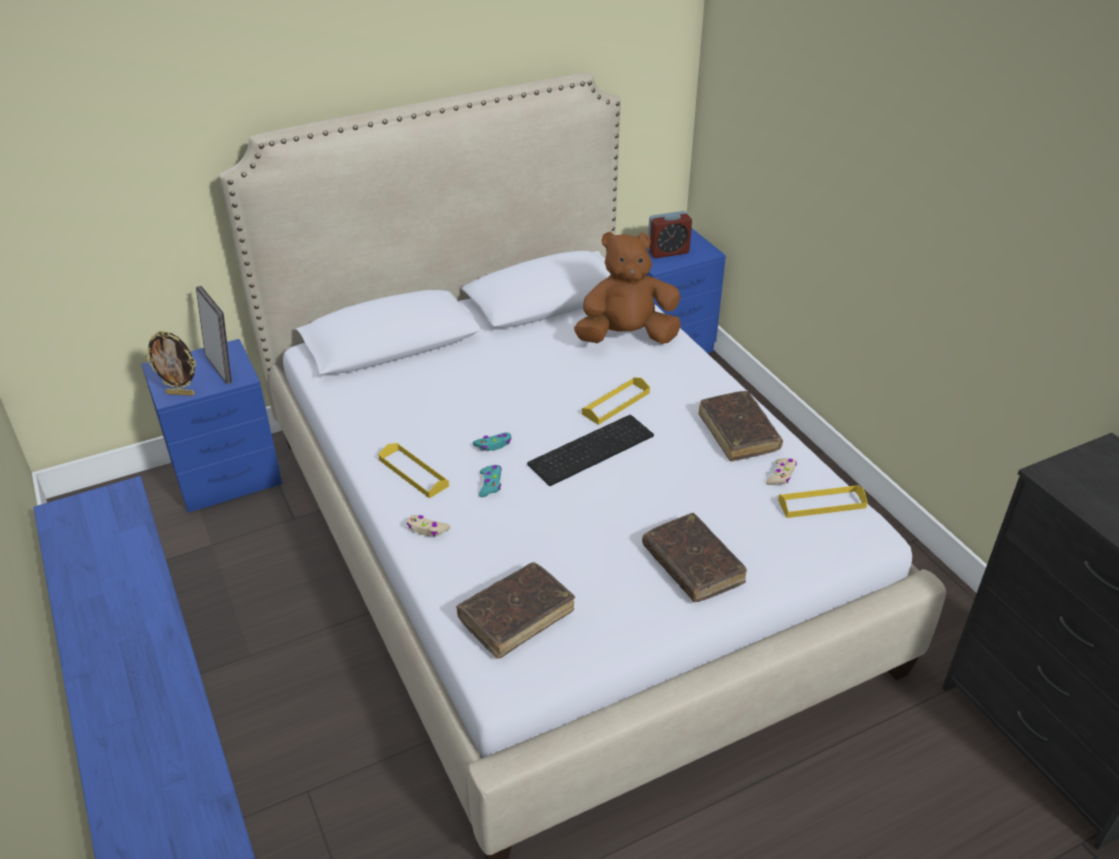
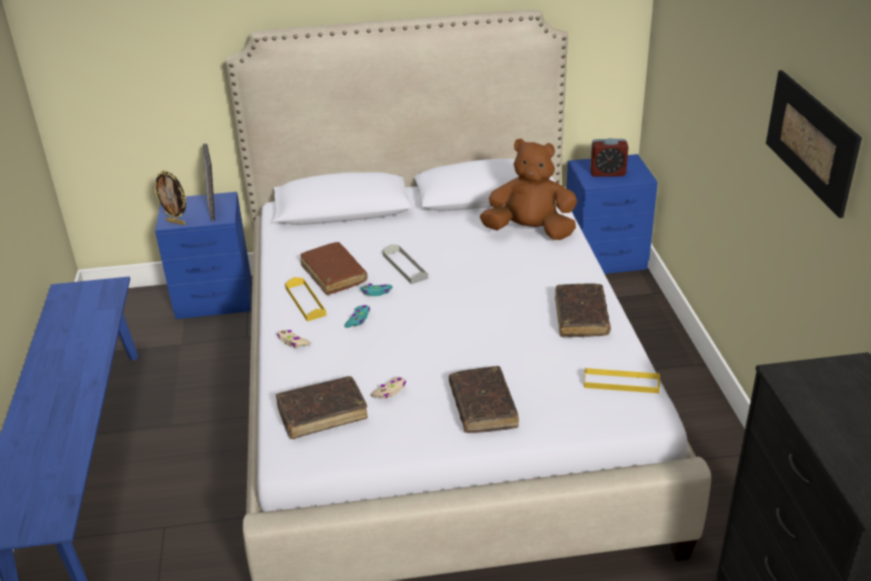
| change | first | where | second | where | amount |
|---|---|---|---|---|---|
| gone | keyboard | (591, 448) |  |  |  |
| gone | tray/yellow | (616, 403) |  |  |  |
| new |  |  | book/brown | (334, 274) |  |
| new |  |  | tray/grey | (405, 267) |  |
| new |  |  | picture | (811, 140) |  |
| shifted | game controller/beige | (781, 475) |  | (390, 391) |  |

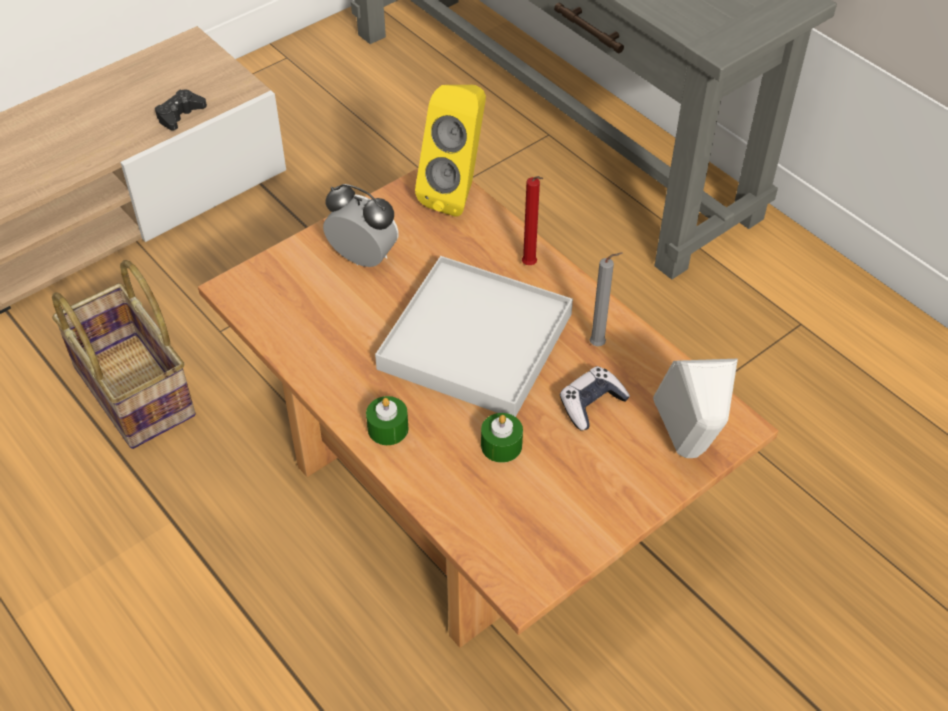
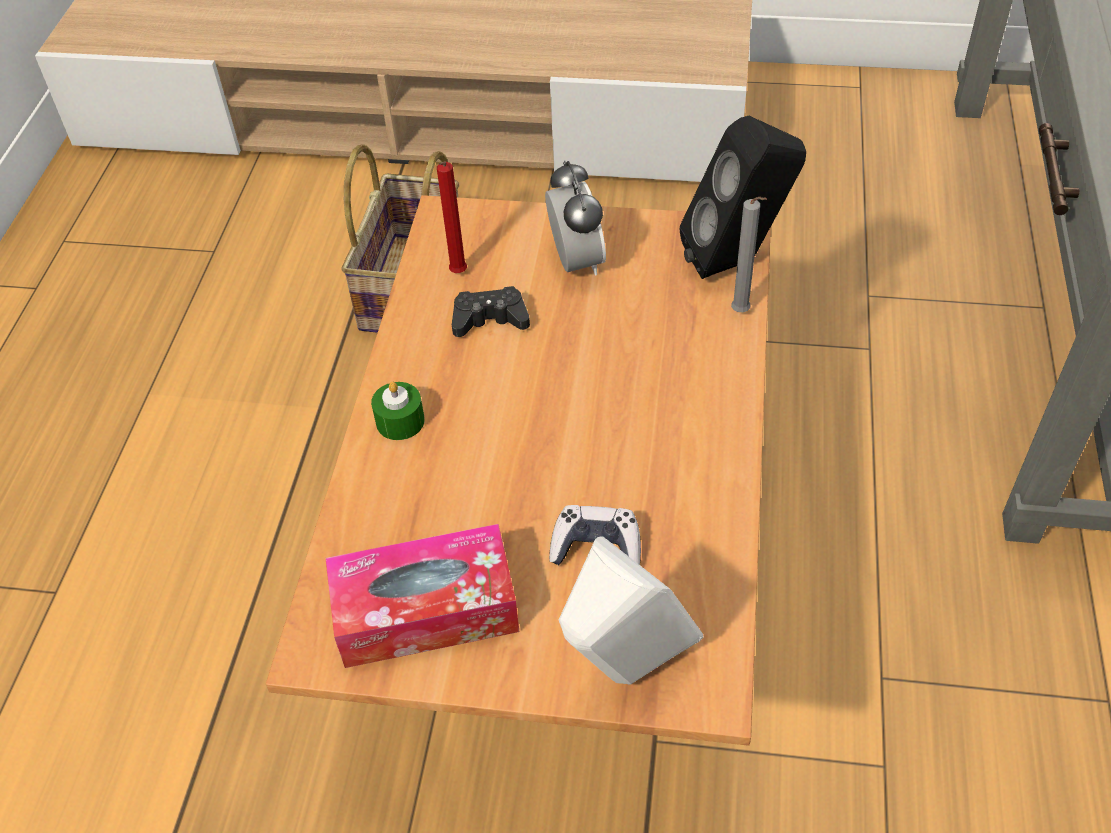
| change | first | where | second | where | amount |
|---|---|---|---|---|---|
| gone | tray/white | (476, 342) |  |  |  |
| gone | candle/green | (501, 445) |  |  |  |
| new |  |  | tissue box | (426, 610) |  |
| shifted | game controller/black | (180, 115) |  | (490, 319) |  |
| shifted | candle/red | (530, 266) |  | (457, 275) |  |
| shifted | candle/grey | (600, 345) |  | (742, 313) |  |
| repainted | speaker/yellow | (457, 193) | speaker/black | (737, 261) |  |

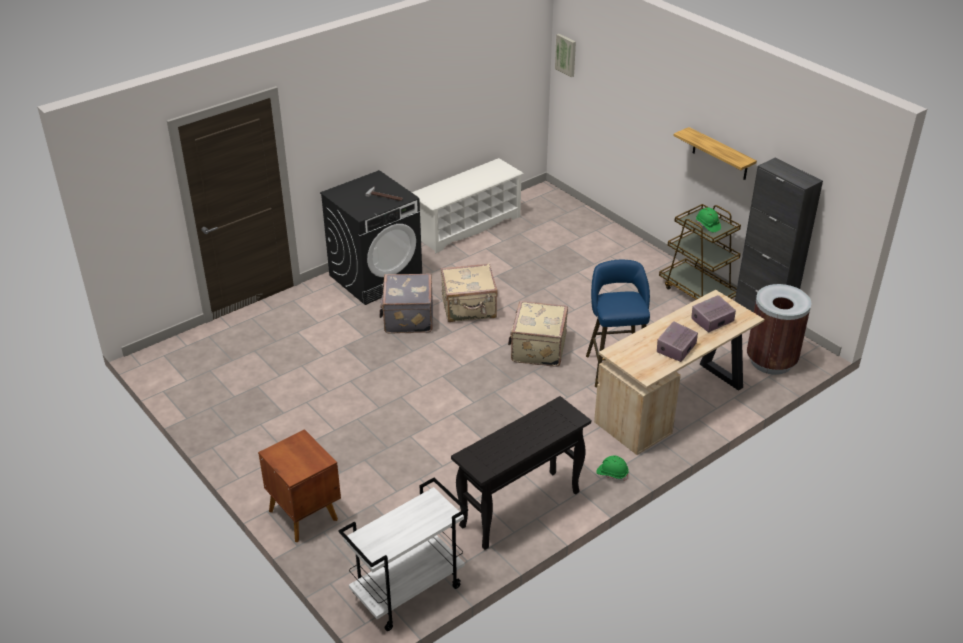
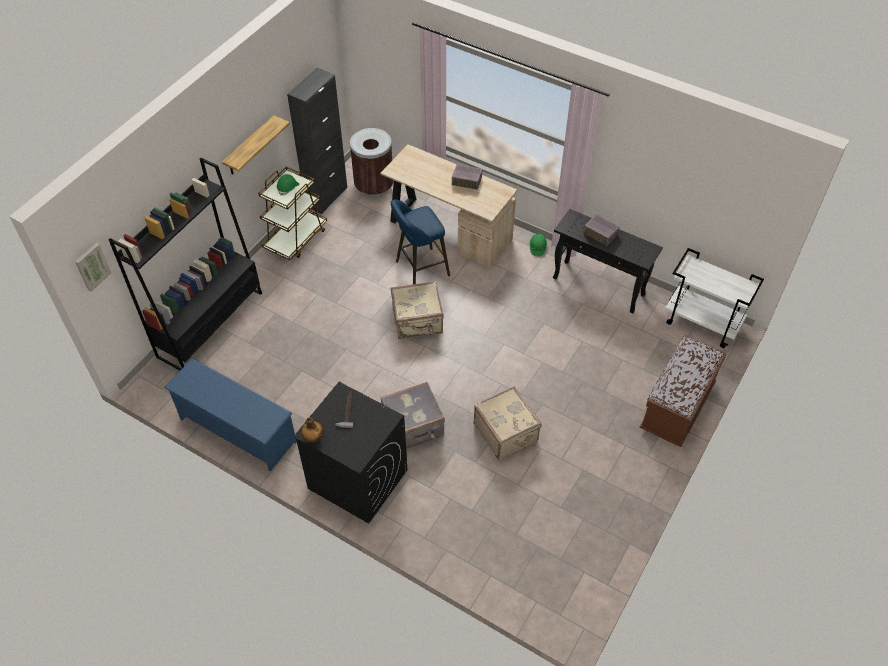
| change | first | where | second | where | amount |
|---|---|---|---|---|---|
| new |  |  | bookcase/black | (211, 324) |  |
| new |  |  | bottle | (314, 438) |  |
| shifted | suitcase/beige | (469, 308) |  | (506, 432) |  |
| shifted | radio | (712, 320) |  | (600, 235) |  |
| swapped | nightstand/brown | (303, 514) | bench/brown | (677, 407) |  |
| repainted | shoe rack/white | (467, 226) | shoe rack/blue | (237, 430) |  |

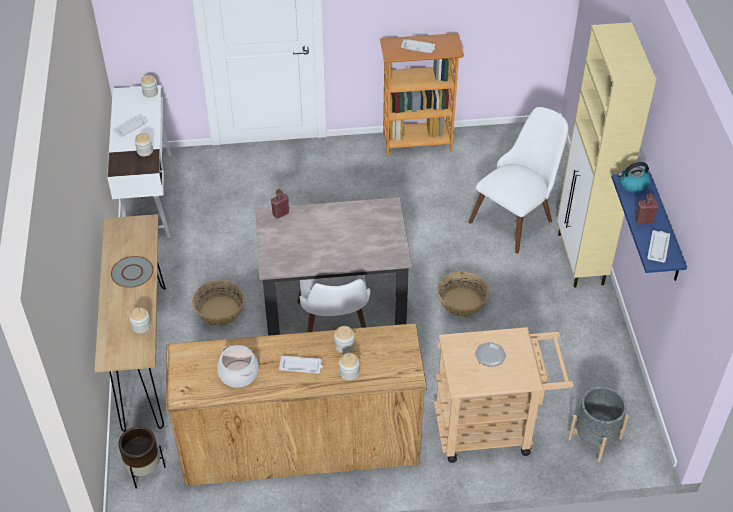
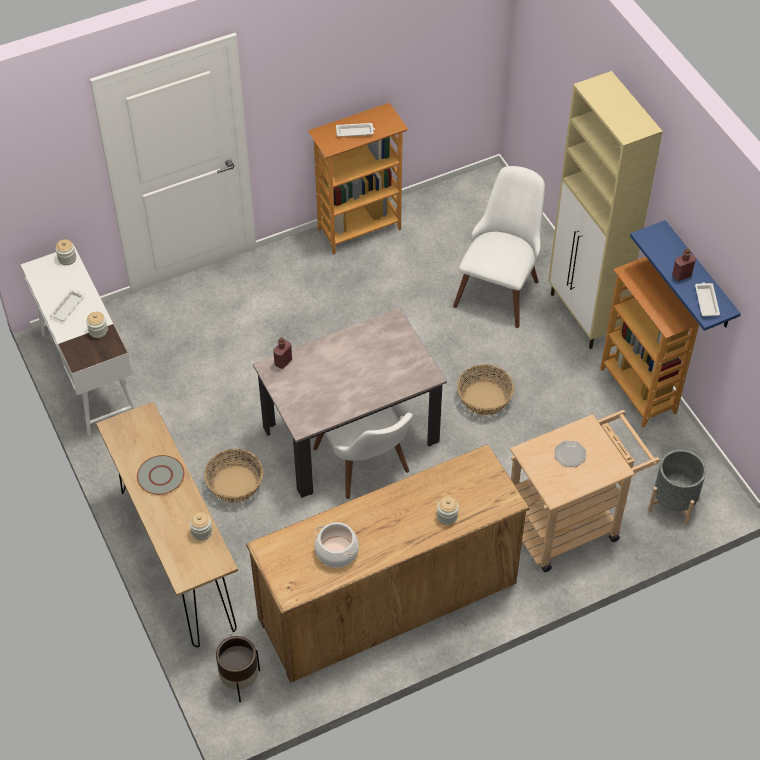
| change | first | where | second | where | amount |
|---|---|---|---|---|---|
| gone | tray/white | (301, 366) |  |  |  |
| gone | jar | (344, 345) |  |  |  |
| gone | kettle | (632, 184) |  |  |  |
| new |  |  | bookcase | (639, 390) |  |

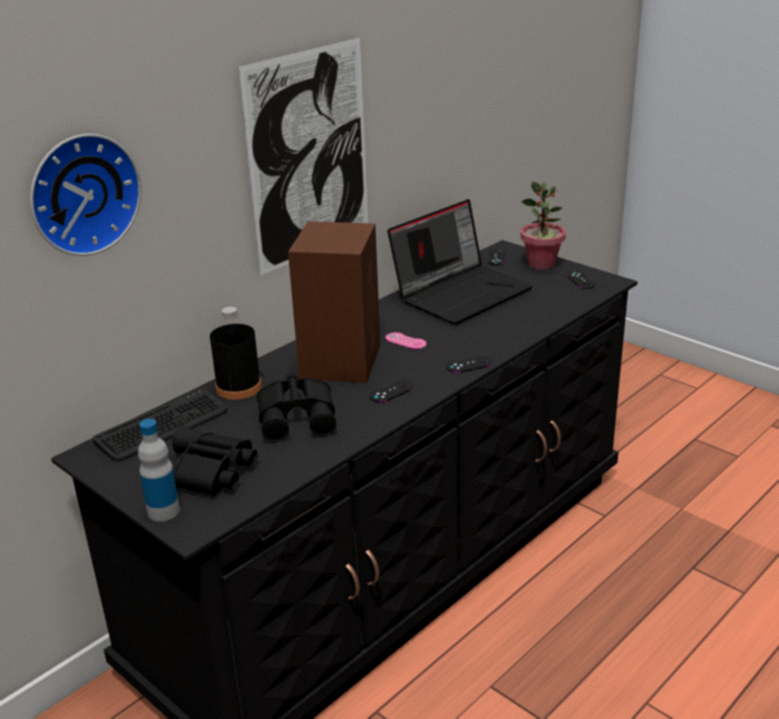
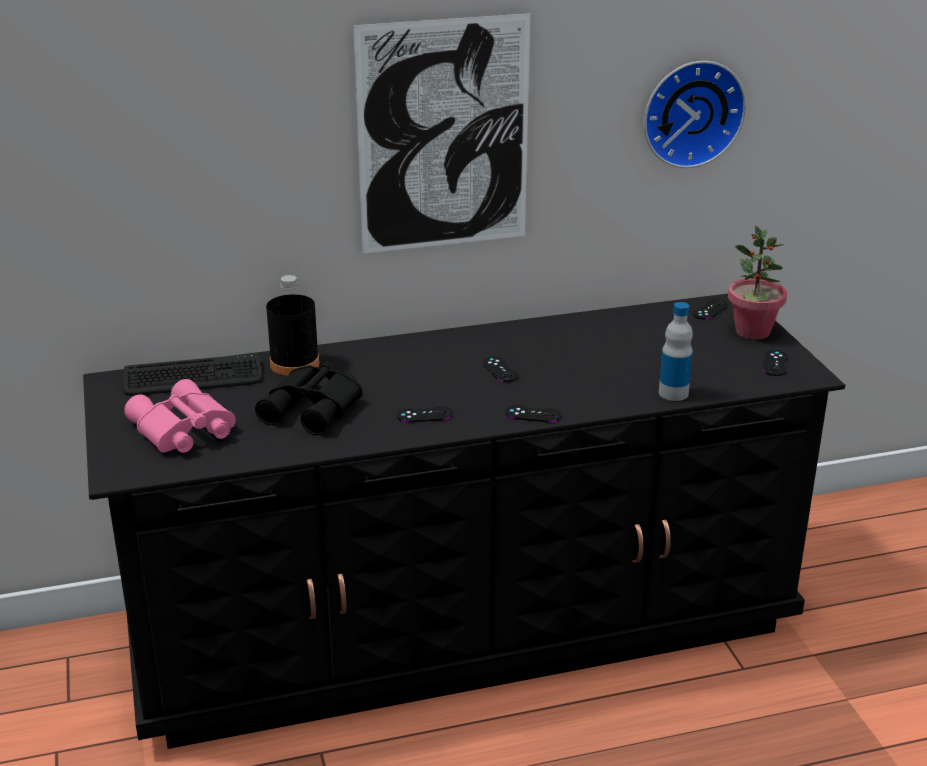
| change | first | where | second | where | amount |
|---|---|---|---|---|---|
| gone | speaker/brown | (341, 360) |  |  |  |
| gone | laptop | (461, 292) |  |  |  |
| shifted | wall clock | (82, 193) |  | (691, 112) |  |
| shifted | bottle | (163, 511) |  | (673, 393) |  |
| repainted | binoculars/black | (206, 473) | binoculars/pink | (181, 431) |  |
| repainted | game controller/pink | (405, 341) | game controller/black | (500, 370) |  |

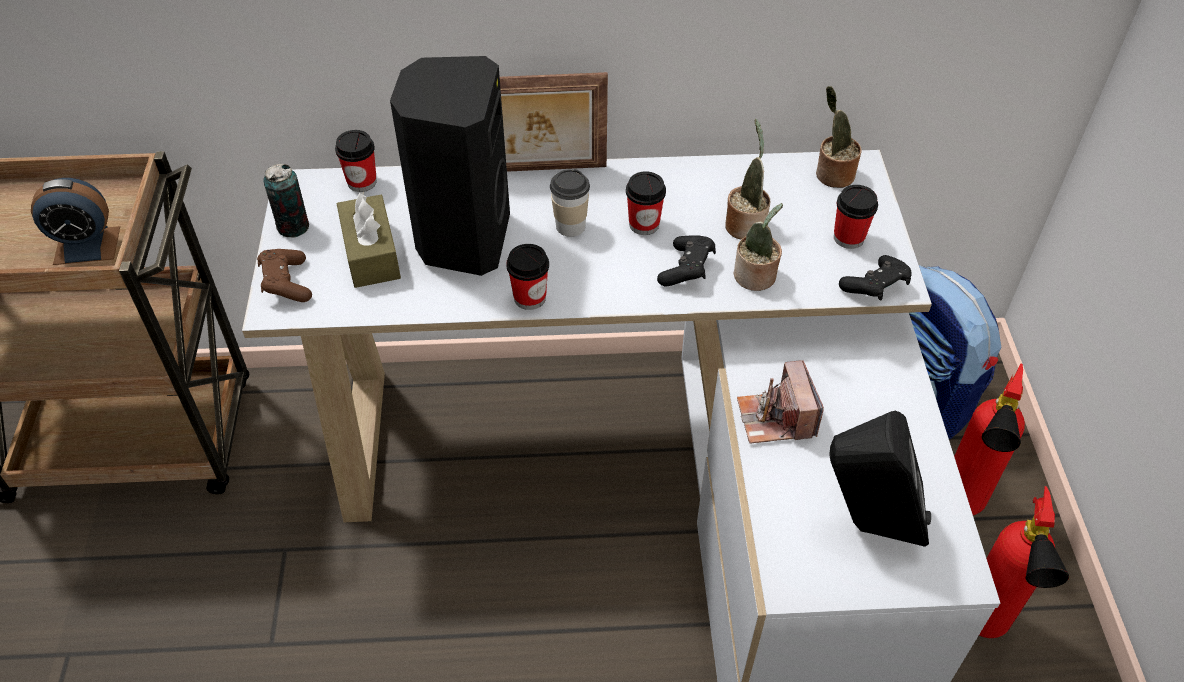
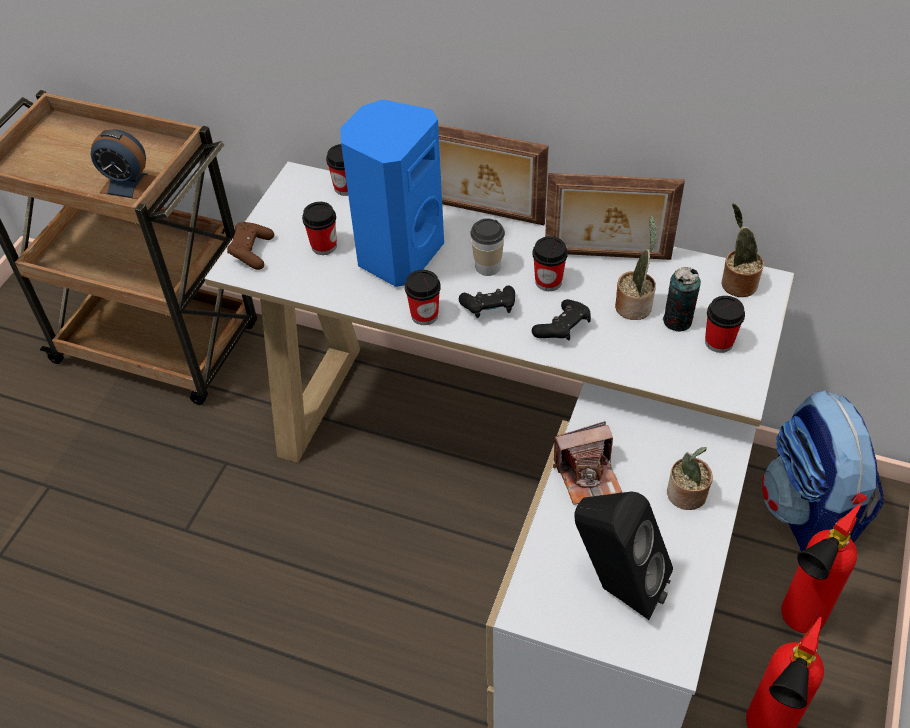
| change | first | where | second | where | amount |
|---|---|---|---|---|---|
| new |  |  | picture frame | (607, 257) |  |
| shifted | can | (293, 227) |  | (677, 321) |  |
| shifted | potted plant | (756, 278) |  | (686, 496) |  |
| shifted | game controller/black | (875, 287) |  | (489, 309) |  |
| swapped | tissue box/brown | (371, 253) | cup | (324, 246) |  |
| repainted | speaker/black | (462, 240) | speaker/blue | (397, 254) |  |
| rotated | photo camera | (775, 418) |  | (587, 475) | 120 degrees counterclockwise |

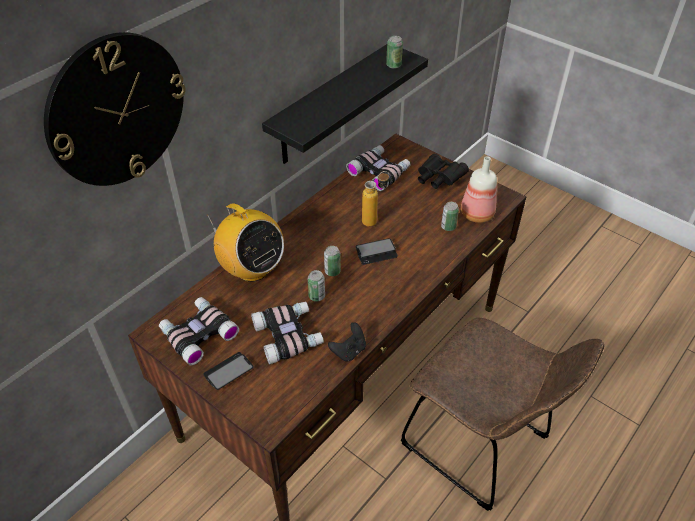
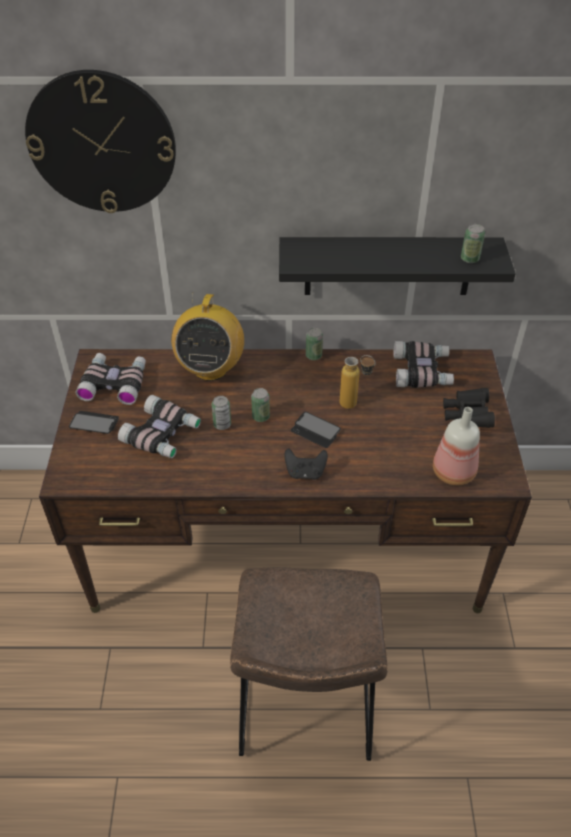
| change | first | where | second | where | amount |
|---|---|---|---|---|---|
| shifted | game controller/black | (349, 351) |  | (305, 472) |  |
| shifted | can | (448, 227) |  | (313, 356) |  |

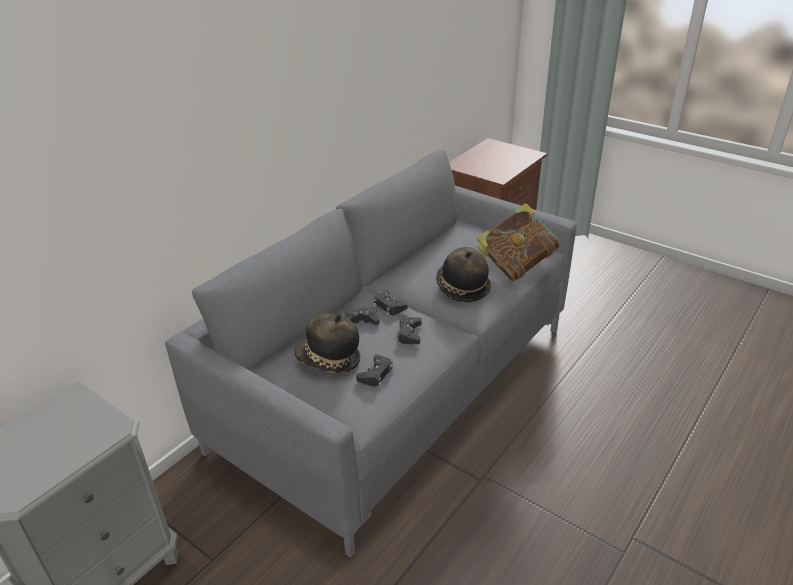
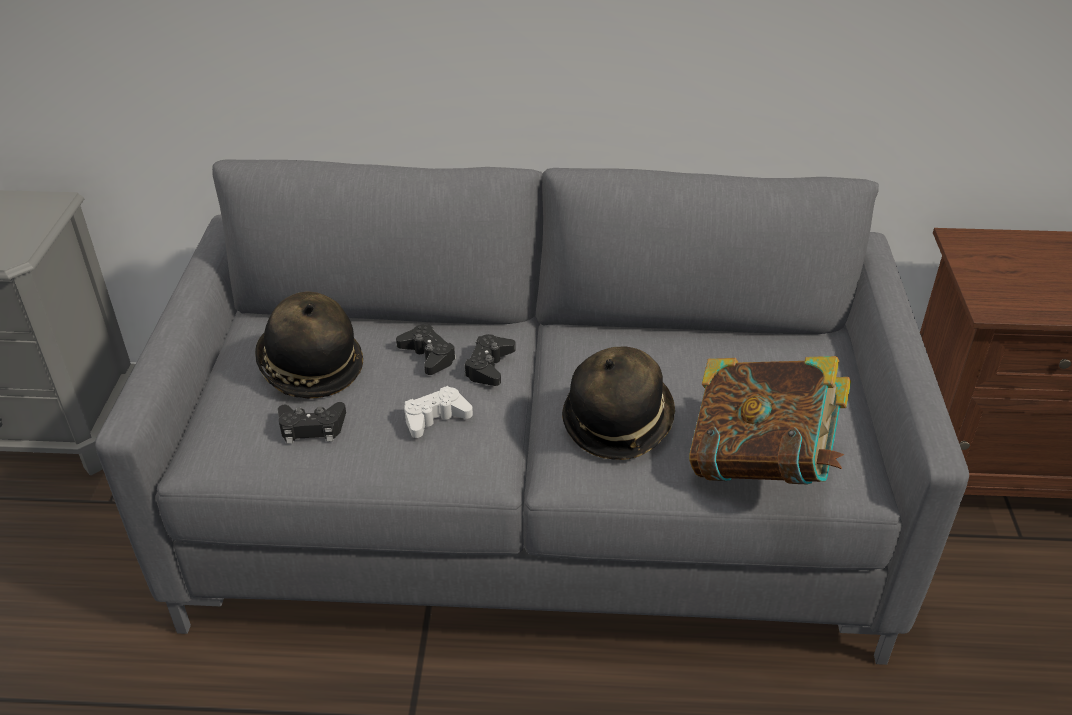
| change | first | where | second | where | amount |
|---|---|---|---|---|---|
| repainted | game controller/black | (409, 334) | game controller/white | (435, 418) |  |

